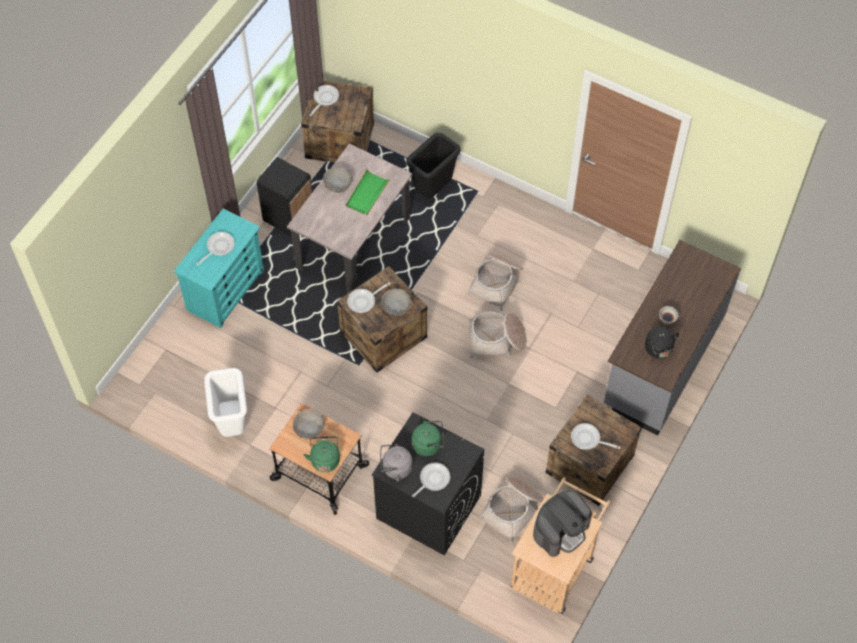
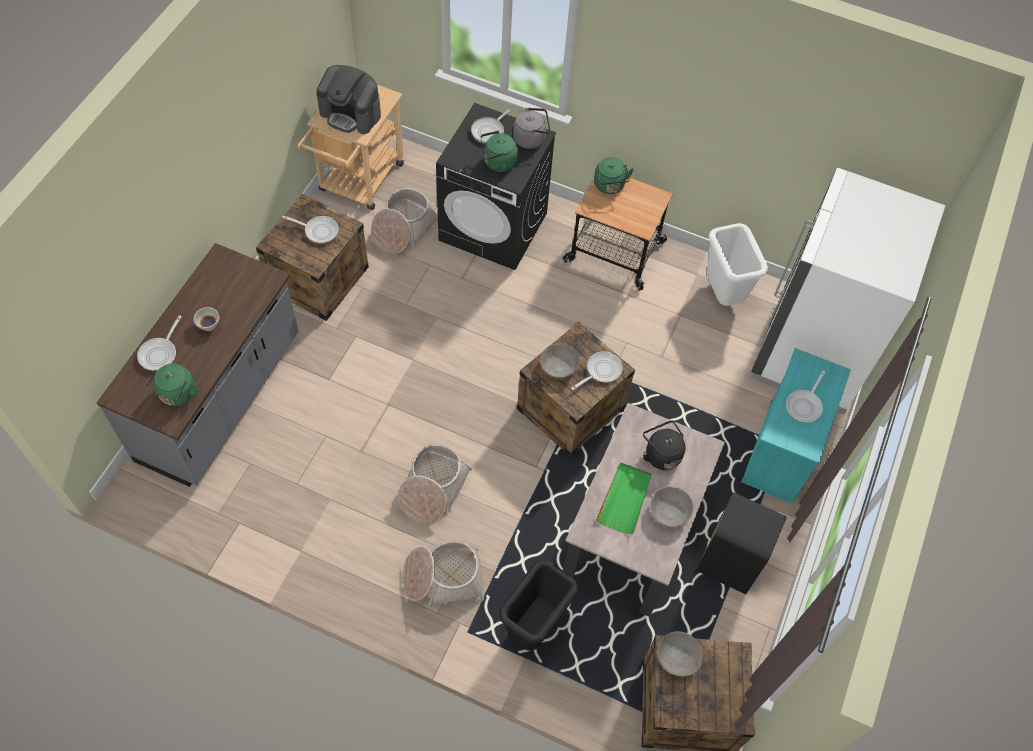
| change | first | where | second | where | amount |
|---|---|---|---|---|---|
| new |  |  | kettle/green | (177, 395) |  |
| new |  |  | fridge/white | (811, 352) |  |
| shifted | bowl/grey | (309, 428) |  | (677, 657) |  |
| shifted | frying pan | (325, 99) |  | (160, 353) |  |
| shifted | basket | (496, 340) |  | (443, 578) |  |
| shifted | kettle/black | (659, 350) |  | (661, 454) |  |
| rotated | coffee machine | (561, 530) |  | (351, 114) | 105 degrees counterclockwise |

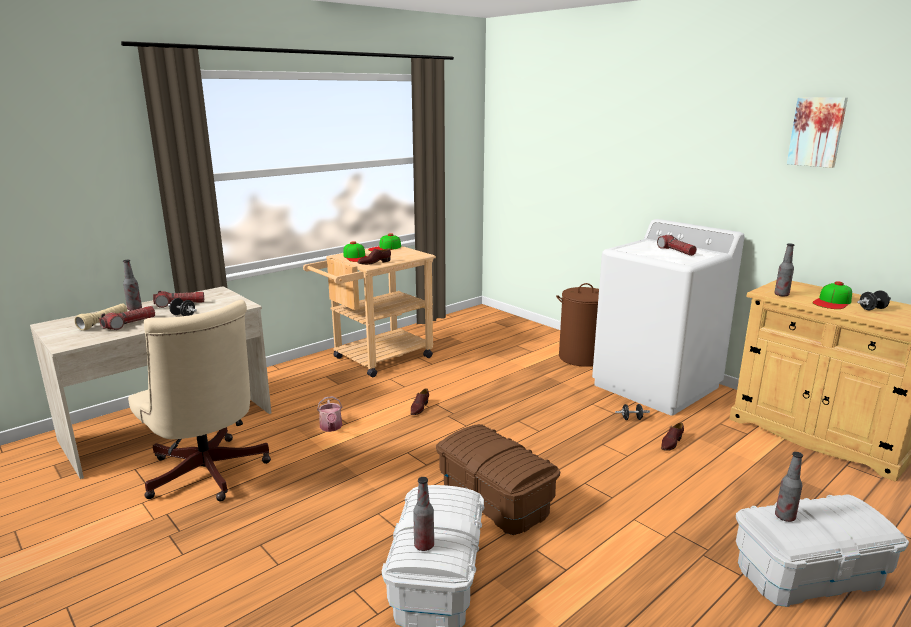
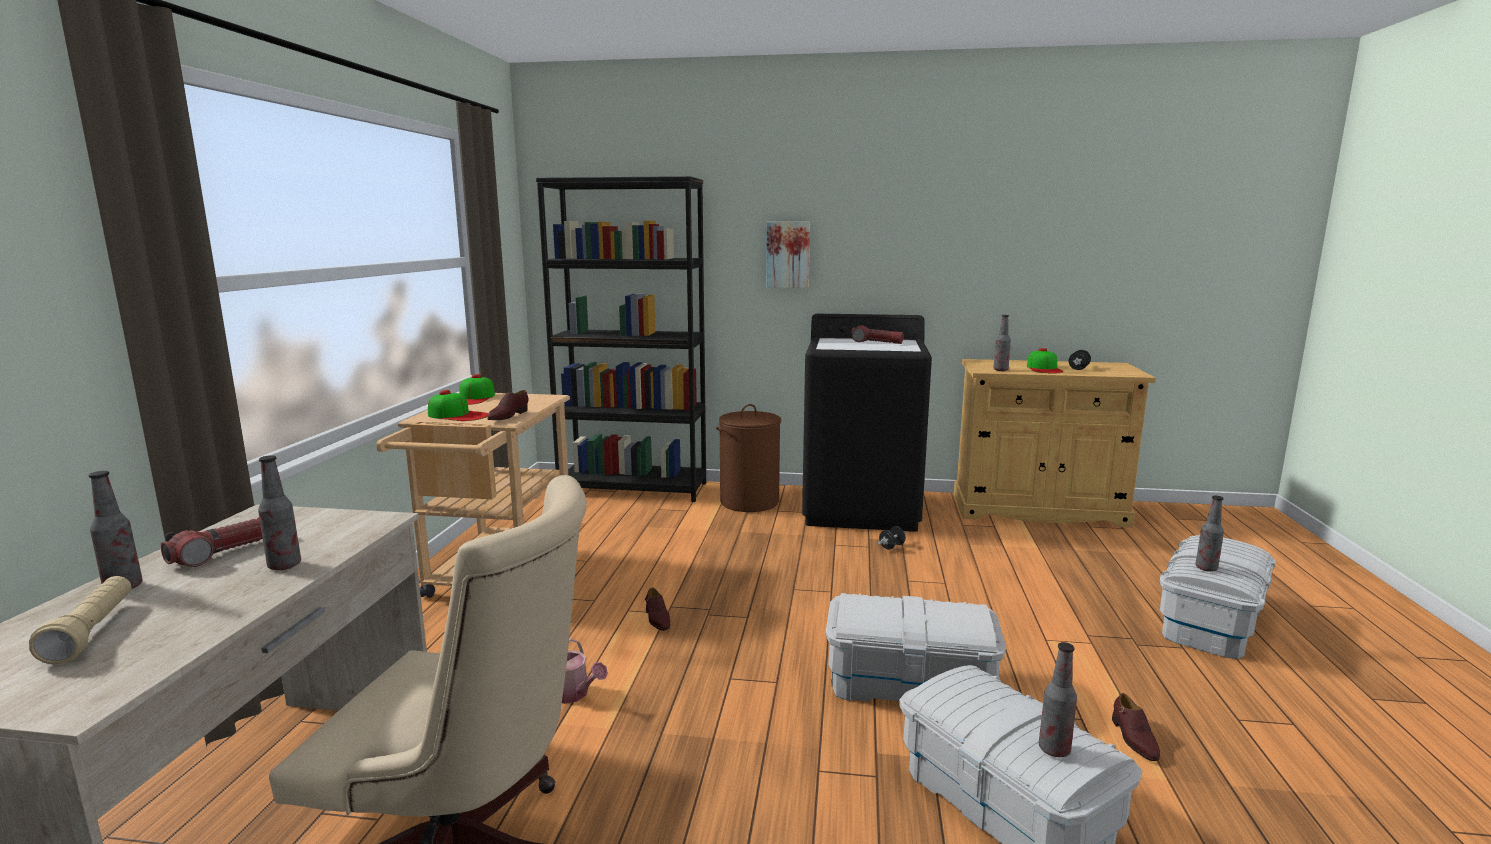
| change | first | where | second | where | amount |
|---|---|---|---|---|---|
| gone | flashlight | (129, 324) |  |  |  |
| new |  |  | bookcase/black | (633, 488) |  |
| shifted | shoe/brown | (671, 443) |  | (1133, 739) |  |
| shifted | picture | (817, 132) |  | (788, 254) |  |
| swapped | dumbbell/black | (183, 315) | bottle | (284, 566) |  |
| repainted | storage box/brown | (495, 499) | storage box/white | (909, 683) |  |
| repainted | washing machine/white | (656, 386) | washing machine/black | (861, 508) |  |

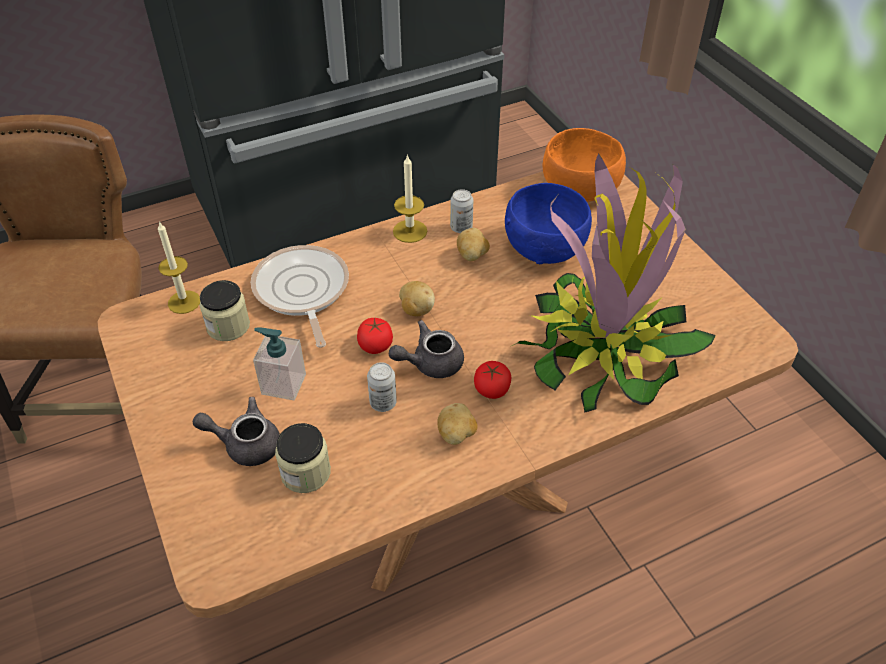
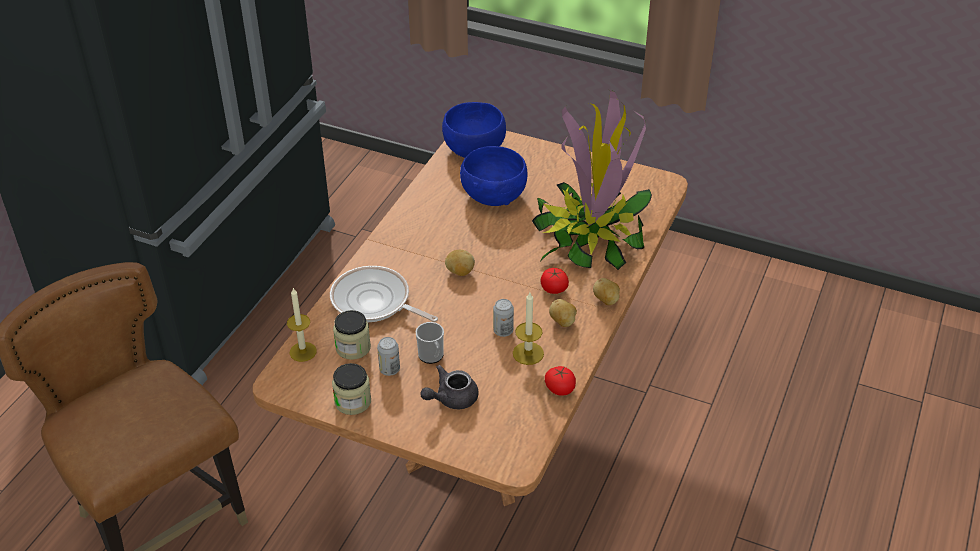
| change | first | where | second | where | amount |
|---|---|---|---|---|---|
| gone | teapot/grey | (430, 363) |  |  |  |
| shifted | jar | (305, 472) |  | (353, 401) |  |
| shifted | tomato | (375, 345) |  | (560, 388) |  |
| shifted | candle | (410, 231) |  | (528, 353) |  |
| shifted | can | (461, 227) |  | (389, 369) |  |
| shifted | potato | (472, 256) |  | (606, 300) |  |
| swapped | soap dispenser | (283, 384) | mug | (432, 356) |  |
| repainted | bowl/orange | (580, 190) | bowl/blue | (475, 149) |  |

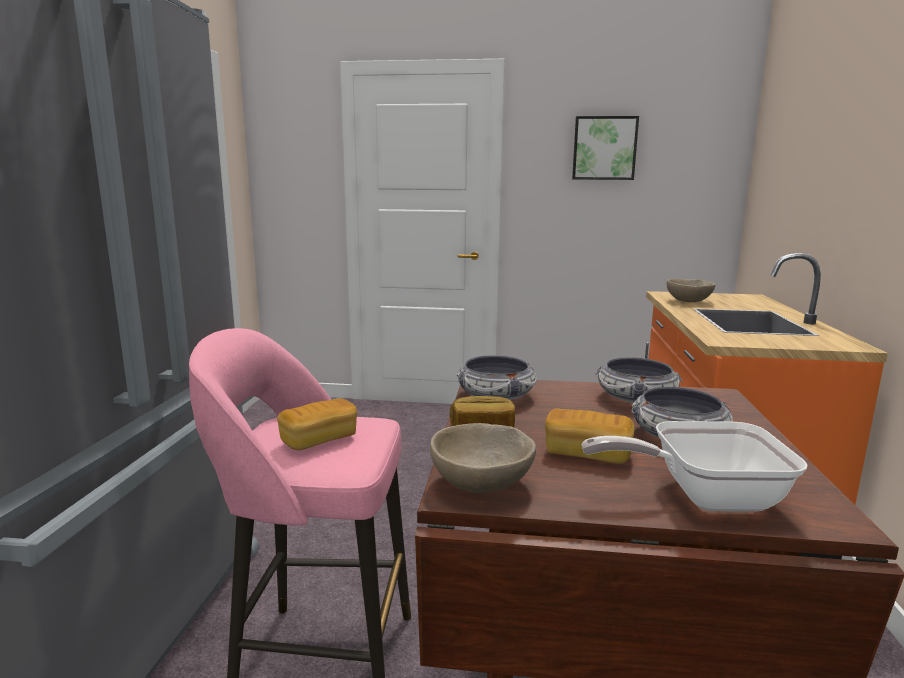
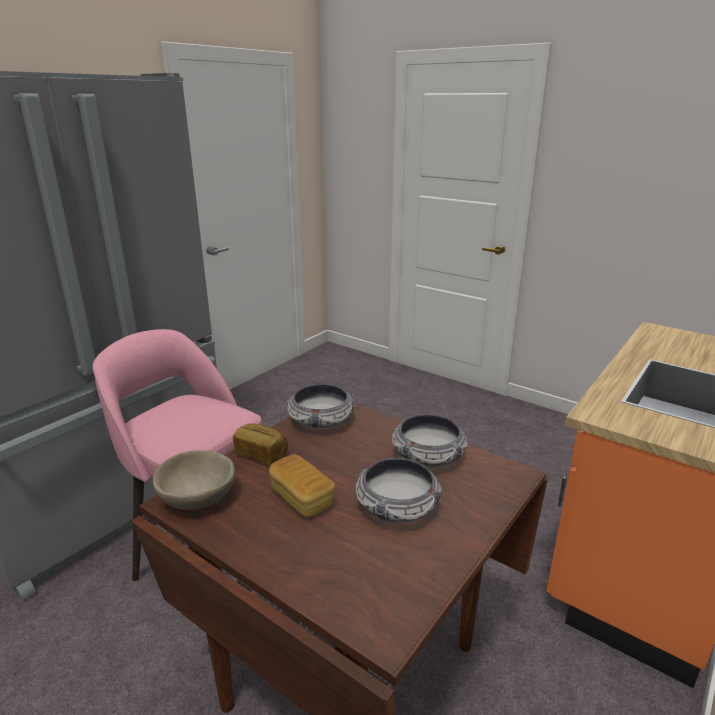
| change | first | where | second | where | amount |
|---|---|---|---|---|---|
| gone | bread | (319, 440) |  |  |  |
| gone | picture | (604, 148) |  |  |  |
| gone | frying pan | (702, 496) |  |  |  |
| gone | bowl/beige | (689, 301) |  |  |  |

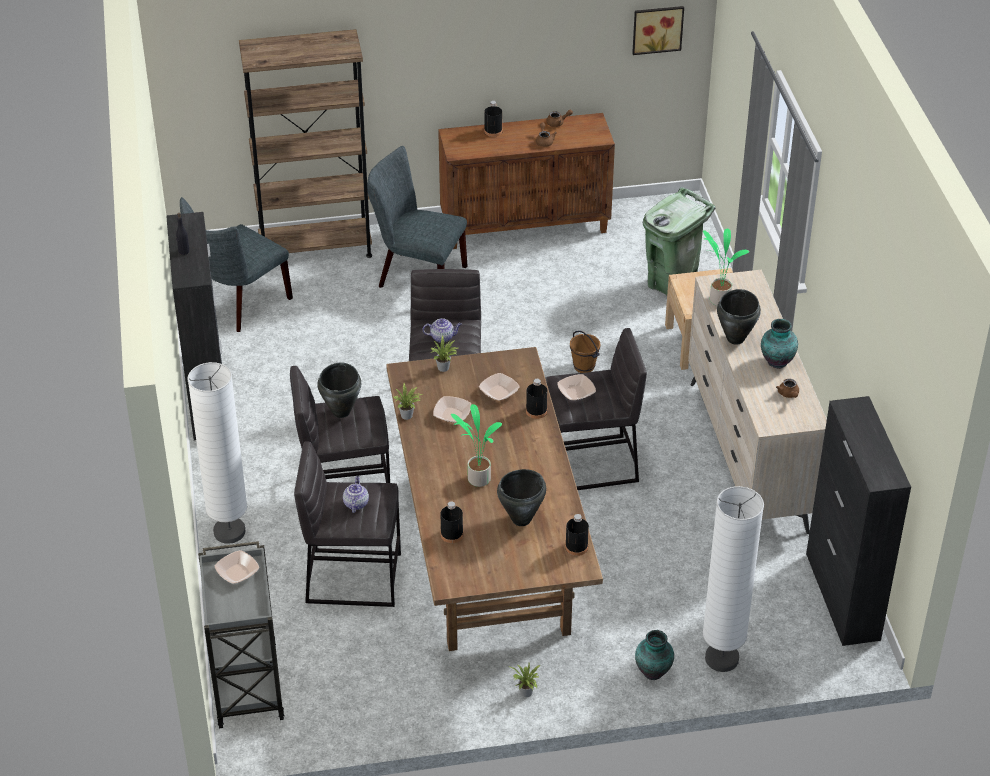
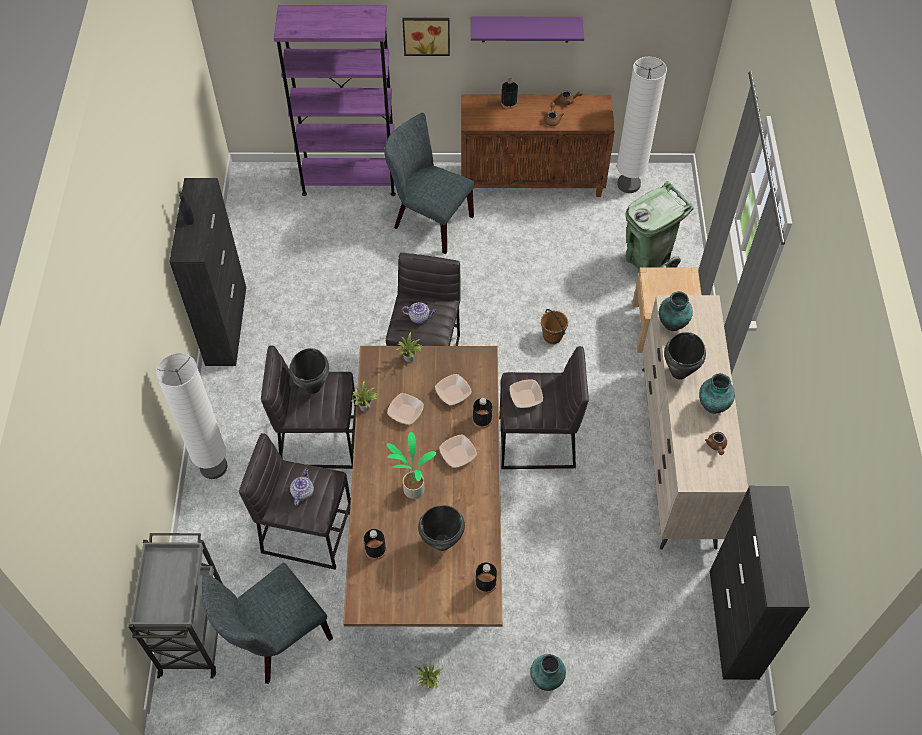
| change | first | where | second | where | amount |
|---|---|---|---|---|---|
| new |  |  | shelf/purple | (525, 29) |  |
| shifted | chair/grey | (239, 305) |  | (275, 640) |  |
| shifted | bowl | (237, 573) |  | (458, 454) |  |
| shifted | picture | (657, 28) |  | (426, 34) |  |
| shifted | floor lamp/white | (721, 659) |  | (628, 184) |  |
| swapped | potted plant | (719, 299) | vase | (672, 324) |  |
| repainted | bookcase/brown | (315, 248) | bookcase/purple | (349, 180) |  |

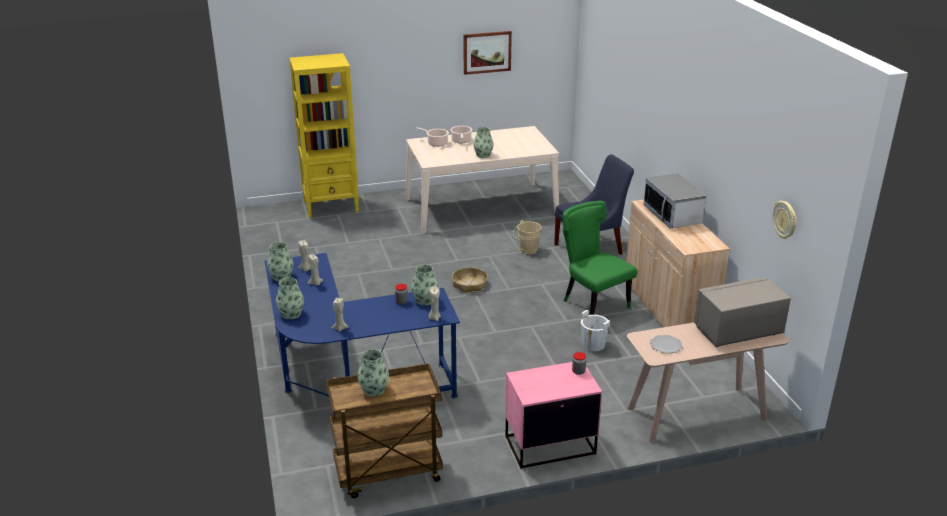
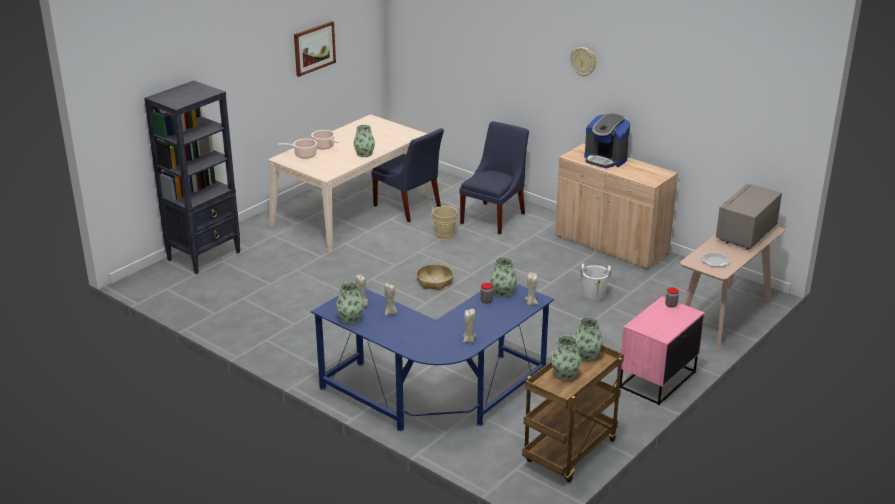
| change | first | where | second | where | amount |
|---|---|---|---|---|---|
| gone | chair/green | (593, 304) |  |  |  |
| new |  |  | chair/blue | (409, 207) |  |
| shifted | vase | (291, 314) |  | (587, 355) |  |
| shifted | wall clock | (785, 220) |  | (583, 61) |  |
| swapped | microwave | (672, 215) | coffee machine | (605, 159) |  |
| repainted | bookcase/yellow | (331, 207) | bookcase/black | (204, 256) |  |

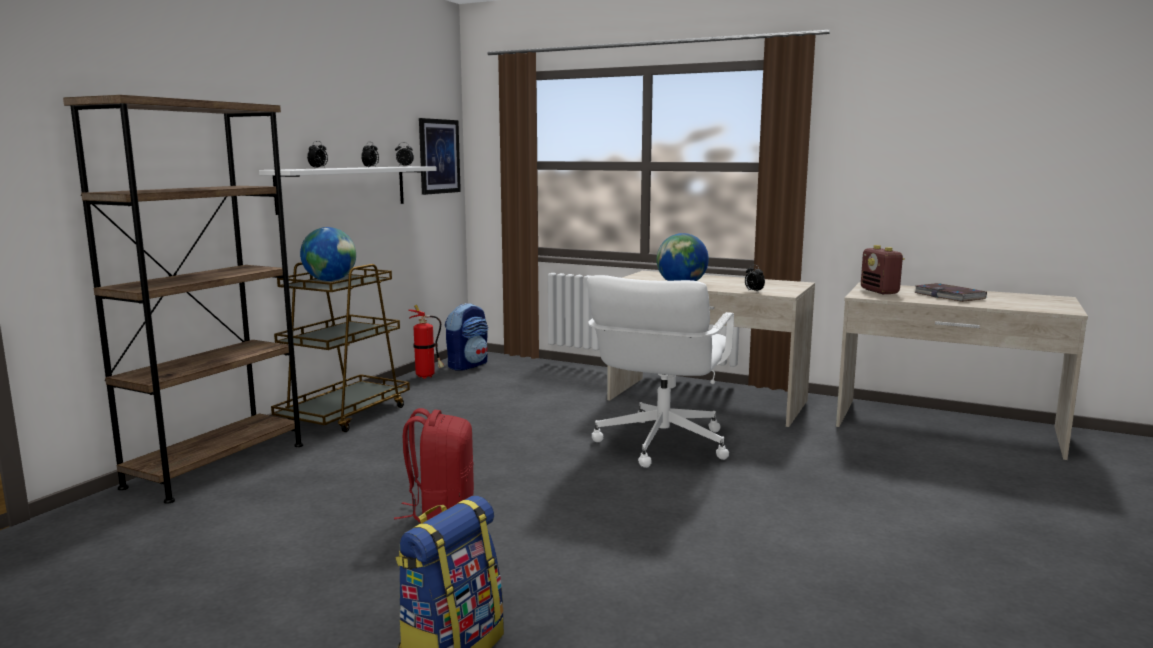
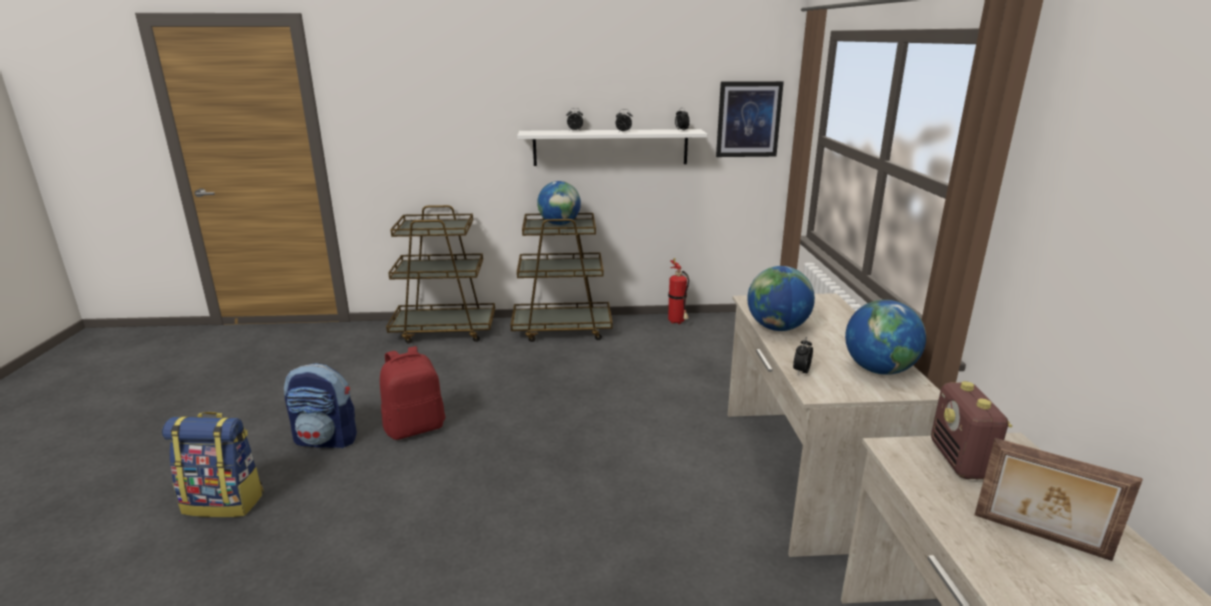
| change | first | where | second | where | amount |
|---|---|---|---|---|---|
| gone | office chair/white | (661, 444) |  |  |  |
| new |  |  | globe | (878, 370) |  |
| shifted | backpack | (468, 365) |  | (327, 440) |  |
| swapped | bookcase/brown | (217, 465) | cart/brown | (445, 330) |  |
| swapped | book | (949, 296) | picture frame | (1040, 537) |  |
| rotated | radio | (880, 291) |  | (960, 461) | 45 degrees counterclockwise |

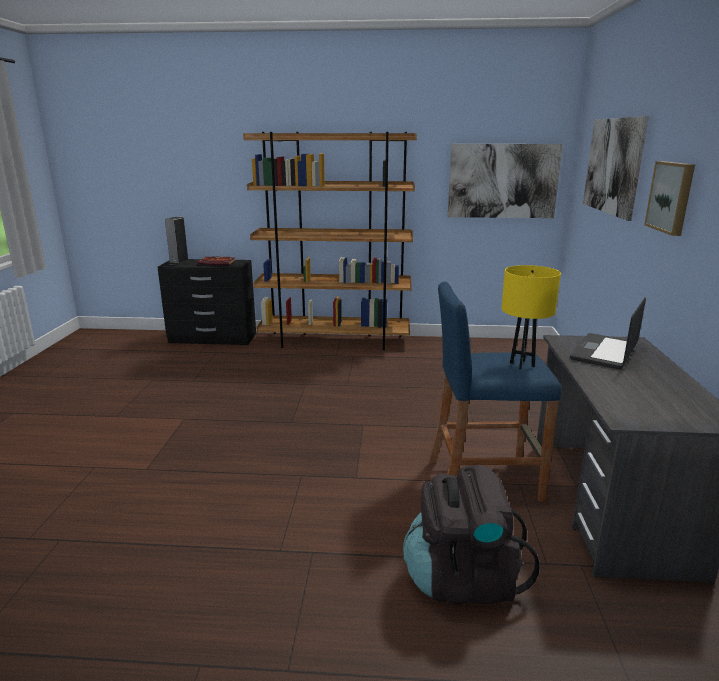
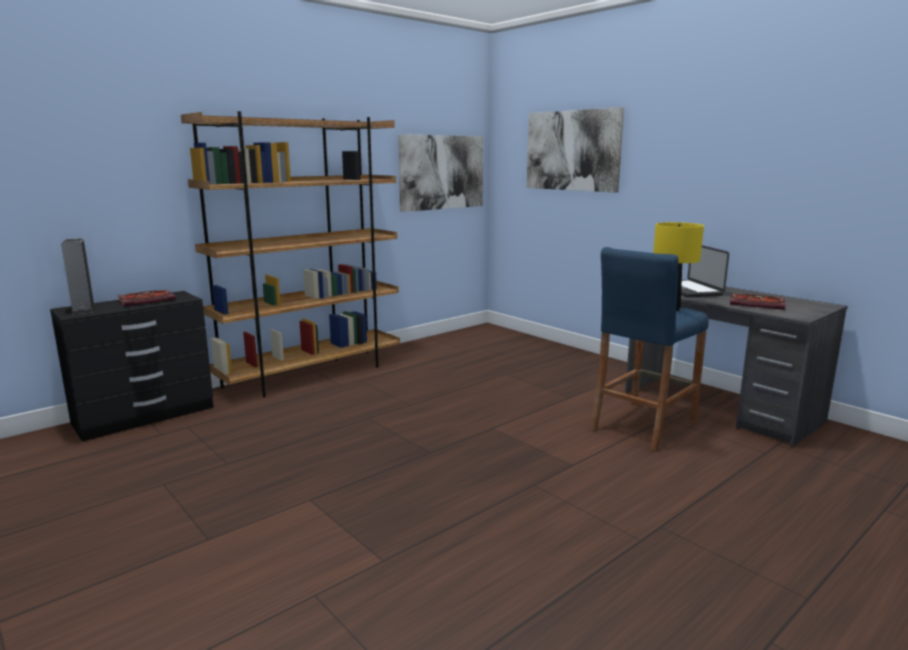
| change | first | where | second | where | amount |
|---|---|---|---|---|---|
| gone | backpack/black | (462, 579) |  |  |  |
| gone | picture | (672, 197) |  |  |  |
| new |  |  | book | (758, 304) |  |

